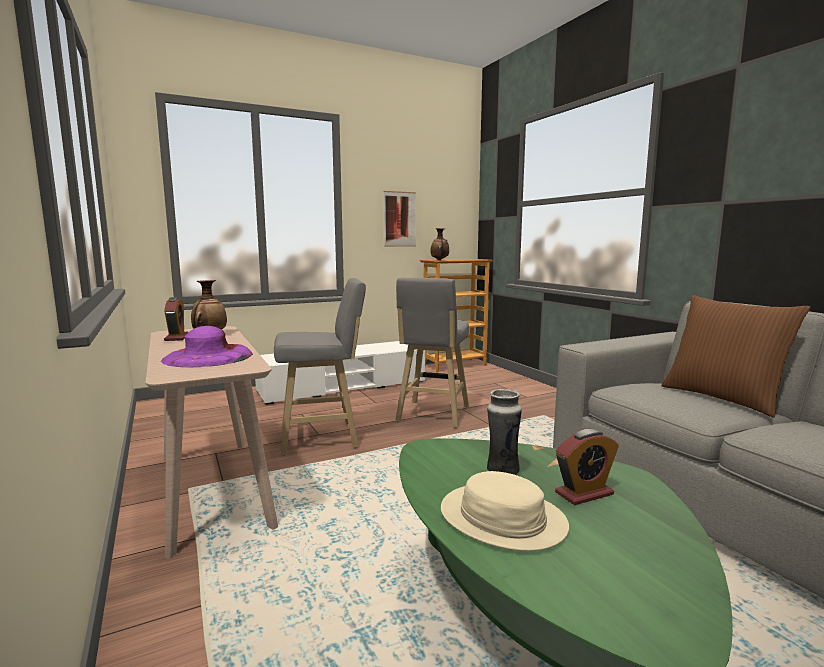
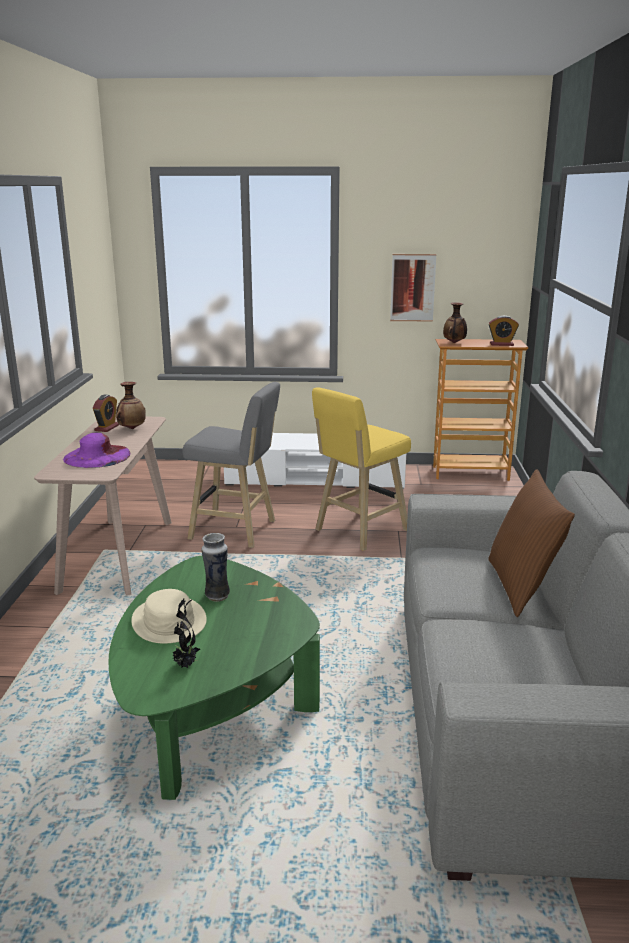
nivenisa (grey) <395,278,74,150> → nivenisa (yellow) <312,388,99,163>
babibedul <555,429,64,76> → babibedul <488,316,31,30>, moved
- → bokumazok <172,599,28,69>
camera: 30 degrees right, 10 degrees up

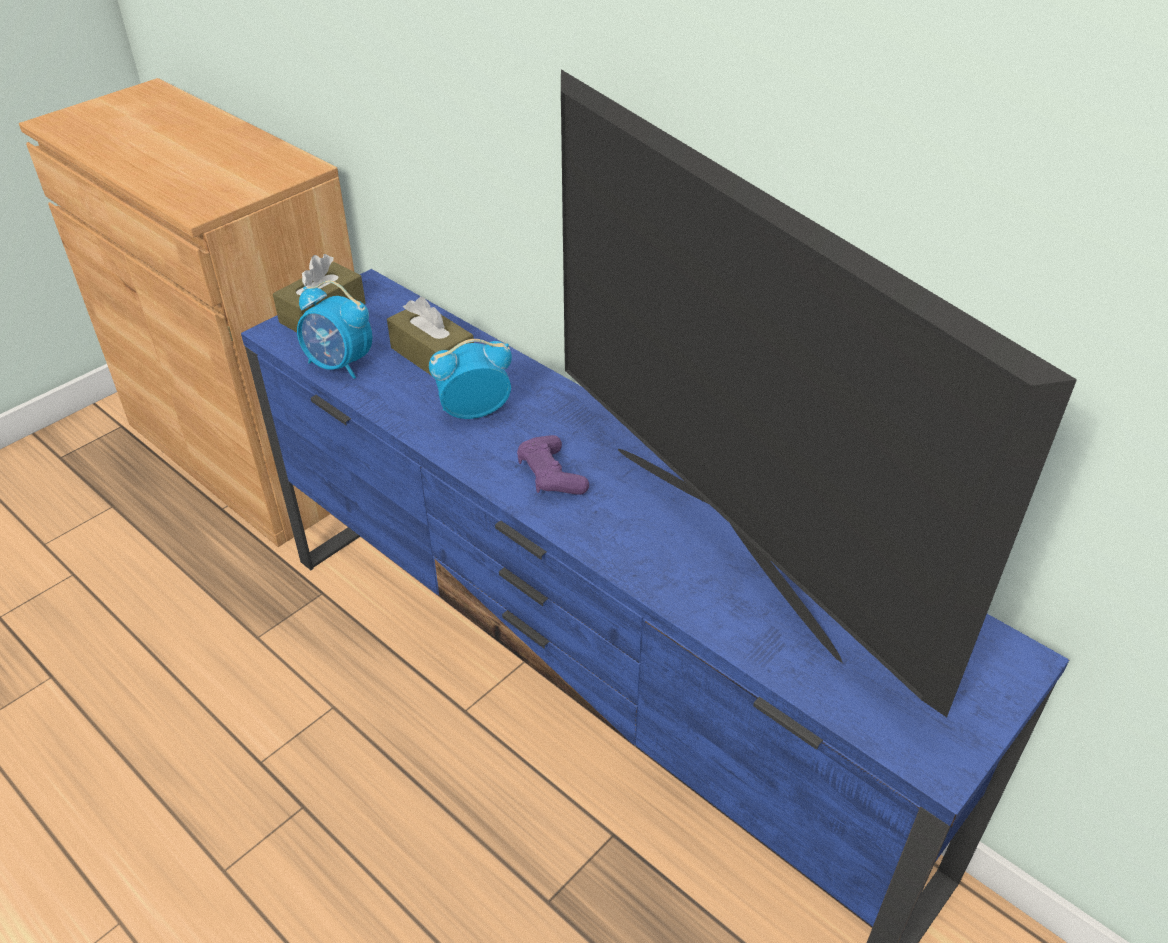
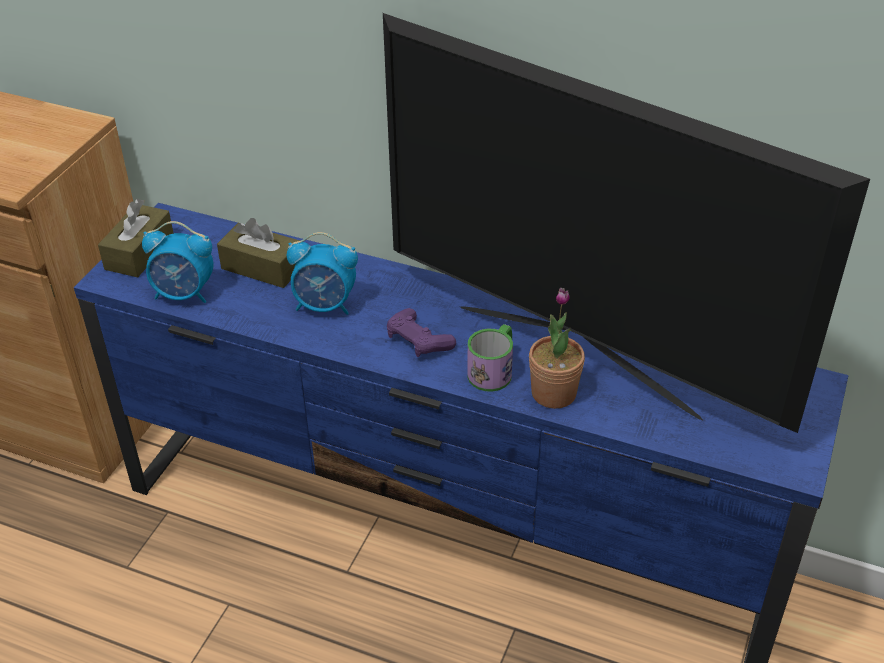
babibedul <429,339,83,80> → babibedul <287,232,71,83>, 135 degrees counterclockwise
- → bokumazok <529,288,56,121>
- → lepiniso <467,324,46,68>
camera: 20 degrees left, 0 degrees up

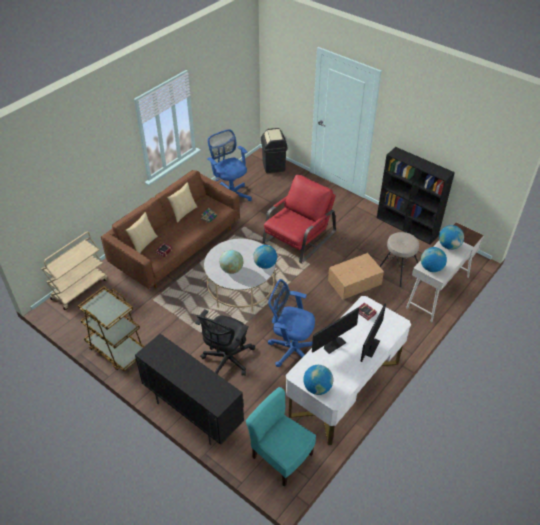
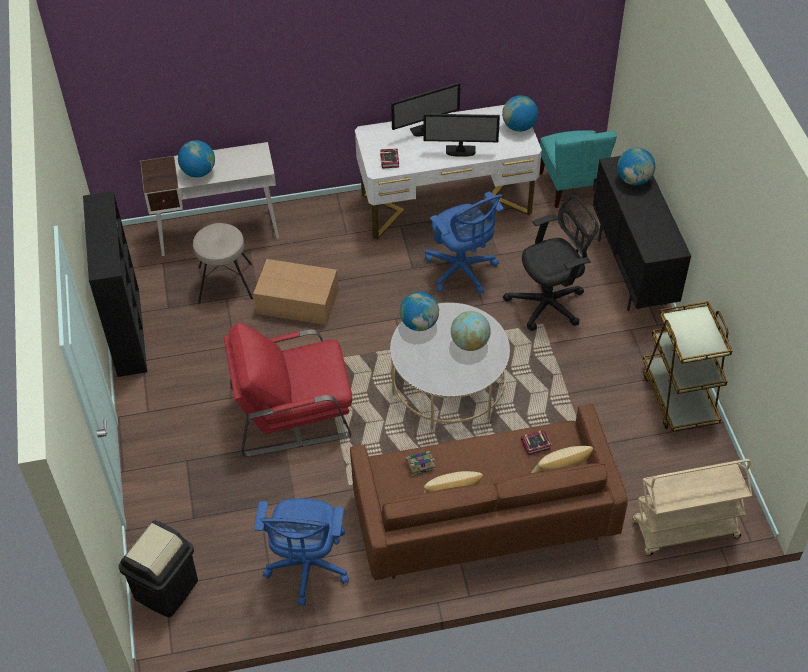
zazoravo <421,247,26,25> → zazoravo <617,148,38,37>, moved
camera: 140 degrees left, 5 degrees up

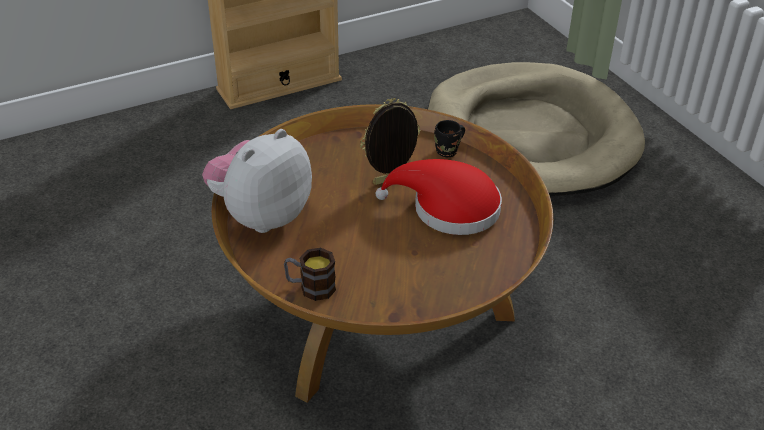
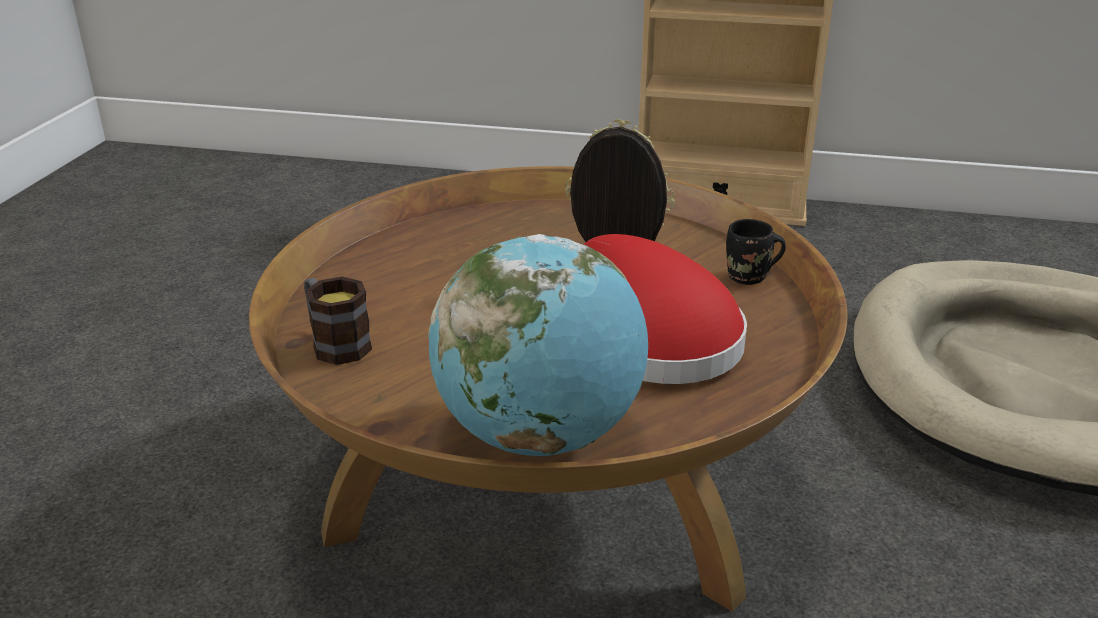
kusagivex <202,129,110,104> → -
- → zazoravo <428,234,220,222>
camera: 40 degrees right, 10 degrees down

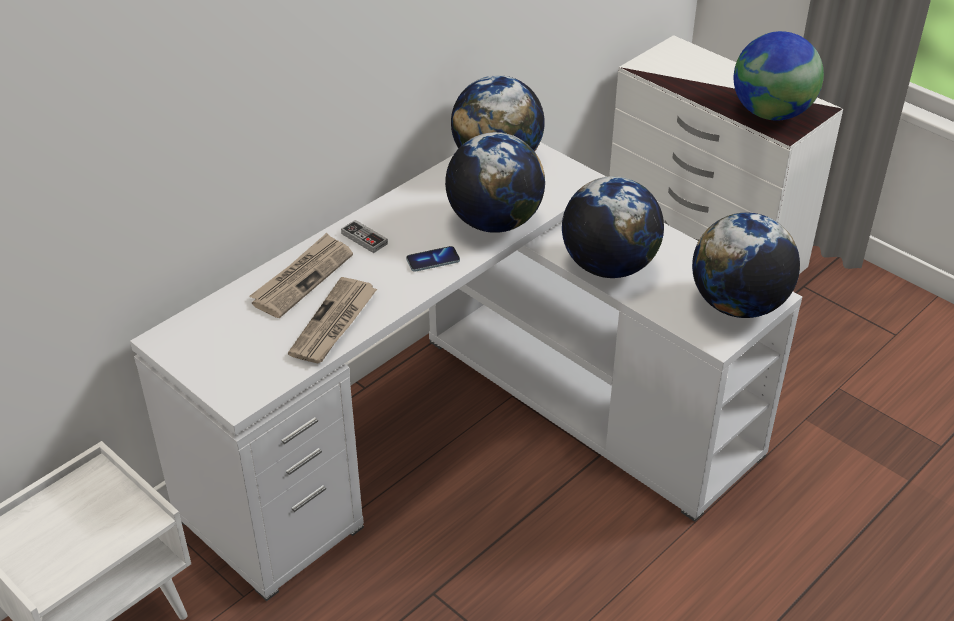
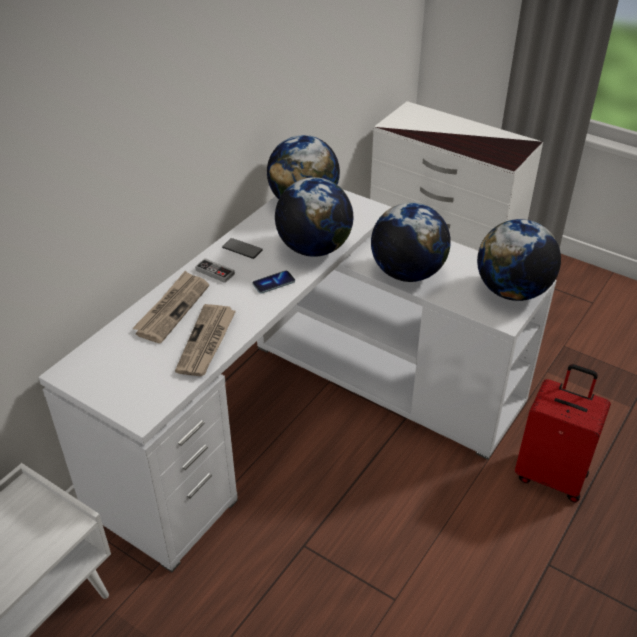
zazoravo <734,31,90,90> → -
- → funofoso <222,238,41,21>
- → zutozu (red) <515,364,96,138>
camera: 10 degrees left, 0 degrees up

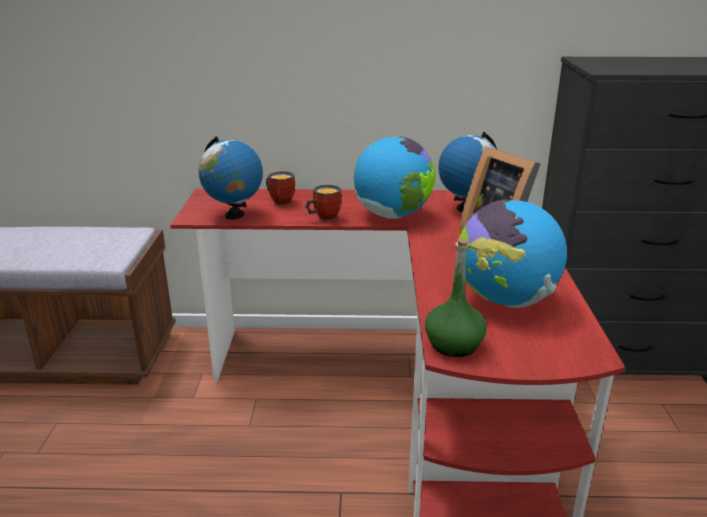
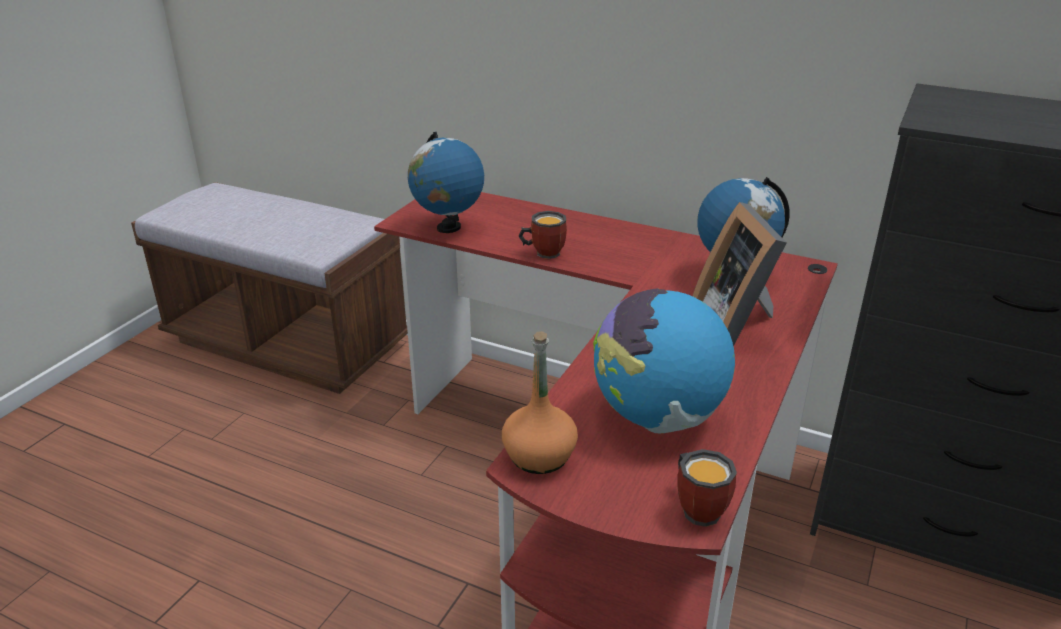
zazoravo <354,136,81,83> → -
lepiniso <266,171,29,35> → lepiniso <677,449,60,78>, moved
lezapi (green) <425,237,62,120> → lezapi (orange) <502,331,76,143>
camera: 25 degrees right, 5 degrees up

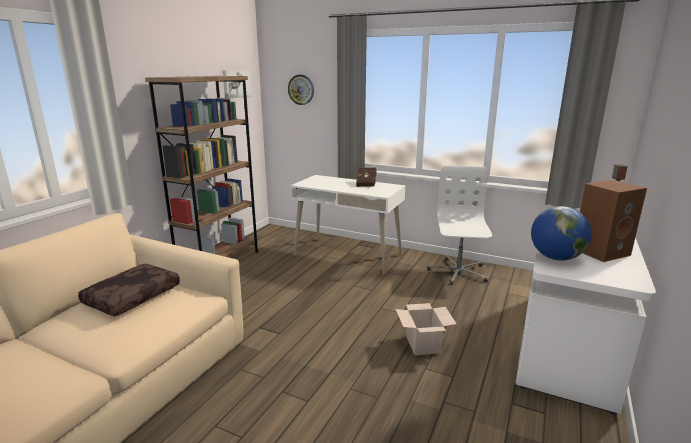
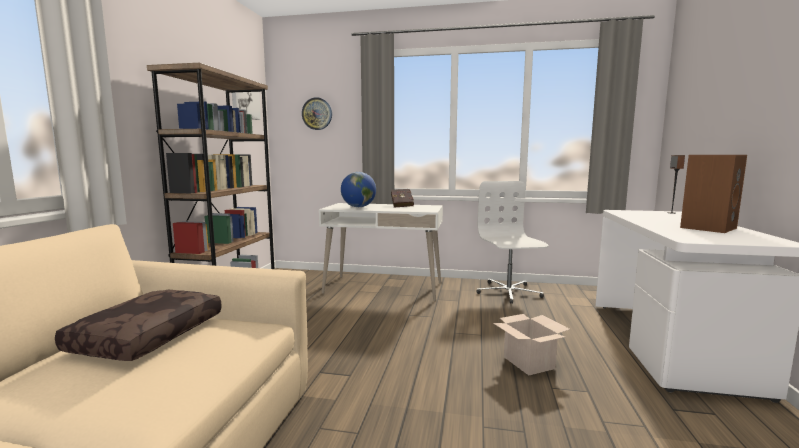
zazoravo <531,206,61,55> → zazoravo <341,172,35,35>, moved
camera: 15 degrees left, 10 degrees down

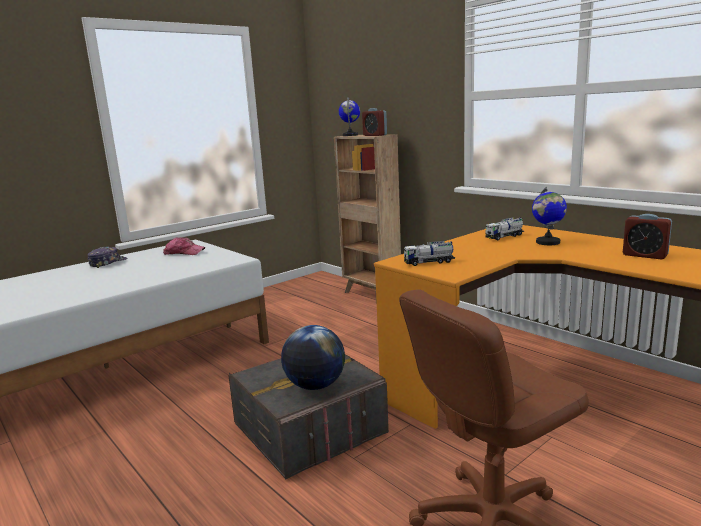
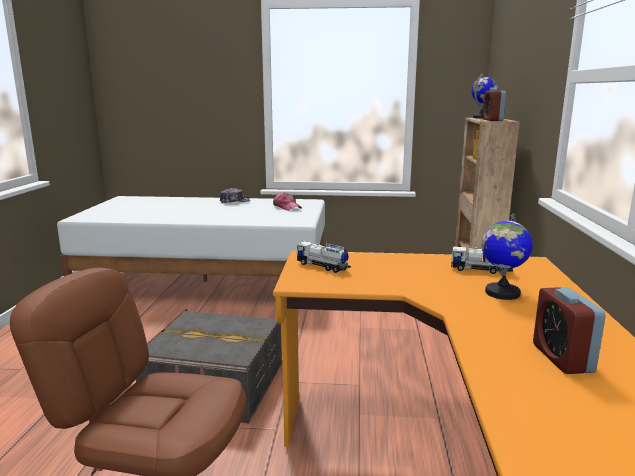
zazoravo <281,325,64,65> → -
camera: 45 degrees right, 0 degrees up

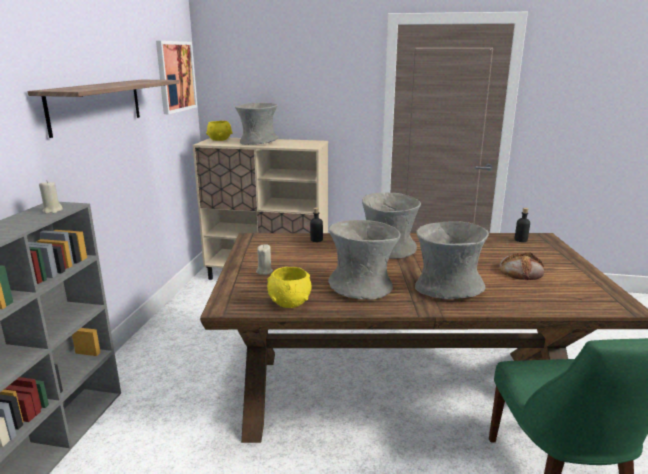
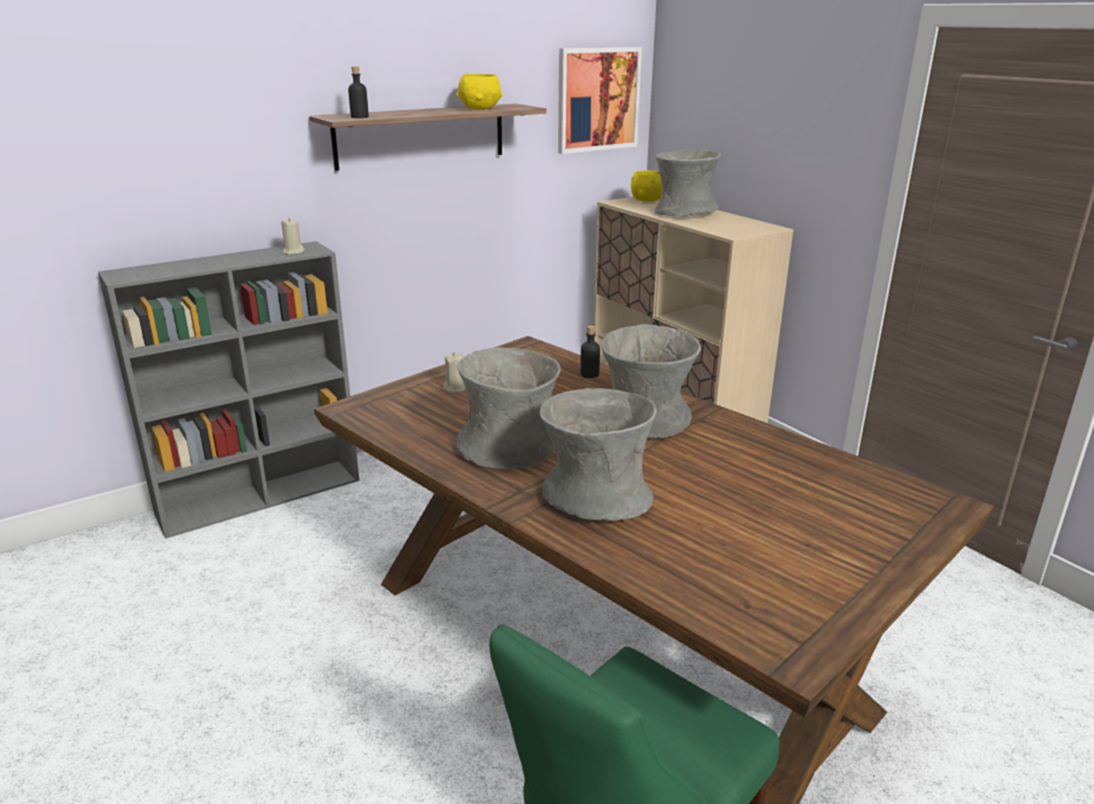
lezapi (black) <515,208,15,34> → lezapi (black) <348,66,21,52>, moved
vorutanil <500,253,44,27> → -
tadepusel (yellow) <267,267,45,41> → tadepusel (yellow) <456,74,47,36>, moved
camera: 45 degrees right, 5 degrees up

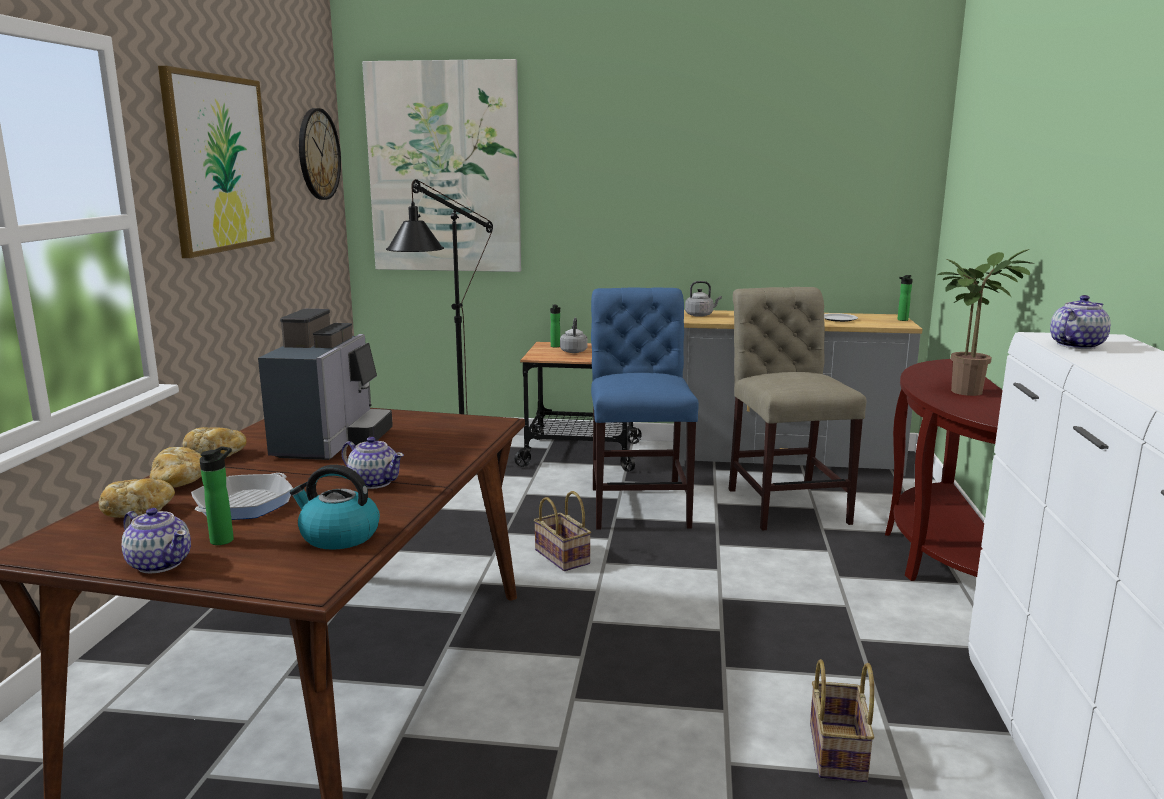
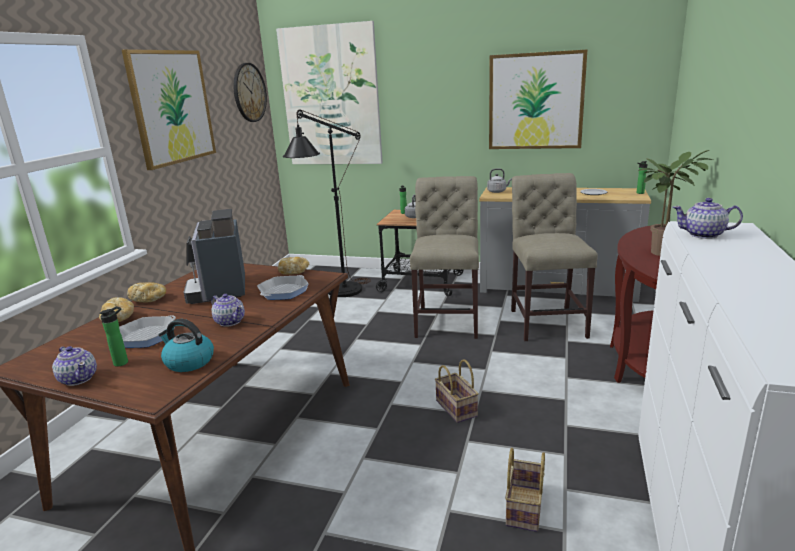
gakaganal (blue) <591,287,108,243> → gakaganal (beige) <410,176,69,163>
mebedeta <1050,295,61,54> → mebedeta <673,198,70,41>, 135 degrees counterclockwise
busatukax <258,309,135,151> → busatukax <184,209,61,95>, 150 degrees clockwise
vorutanil <99,479,76,39> → vorutanil <278,257,31,18>, moved
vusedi <534,491,57,80> → vusedi <435,359,44,64>, moved
- → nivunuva <489,50,98,99>
- → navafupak <257,275,52,25>
camera: 10 degrees right, 5 degrees up

